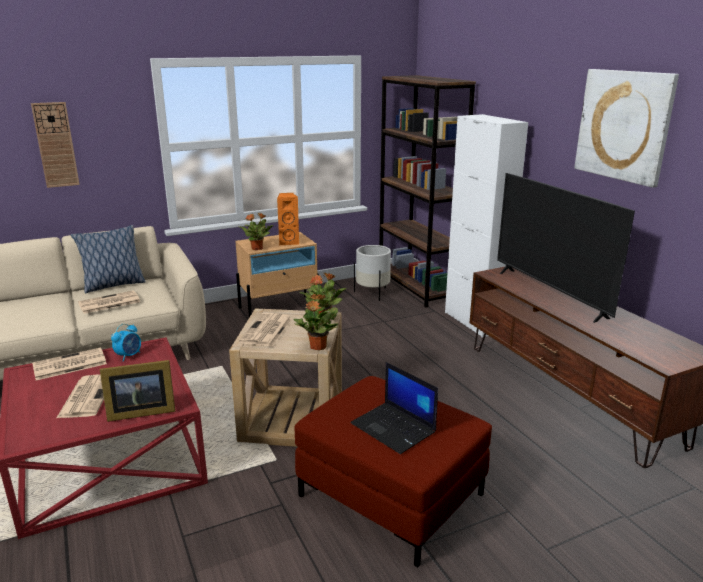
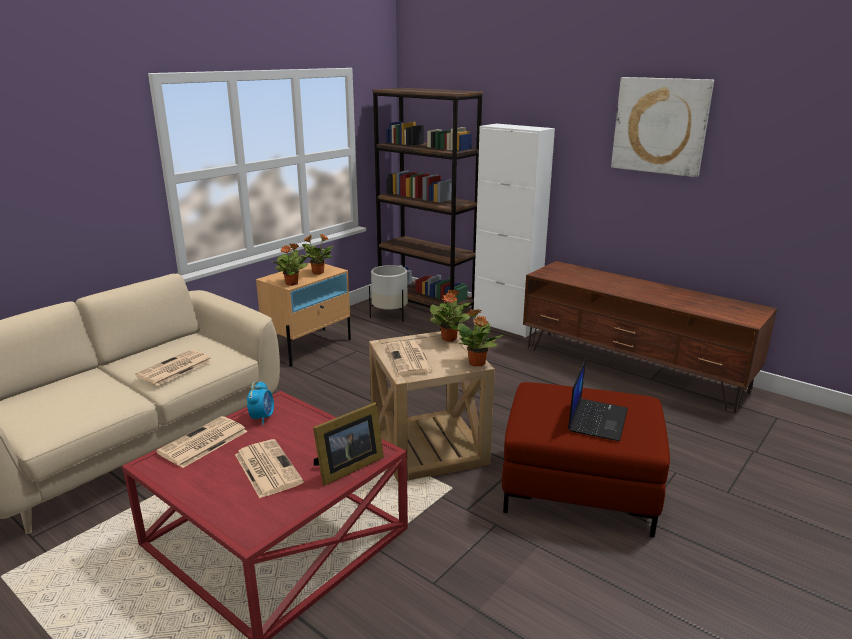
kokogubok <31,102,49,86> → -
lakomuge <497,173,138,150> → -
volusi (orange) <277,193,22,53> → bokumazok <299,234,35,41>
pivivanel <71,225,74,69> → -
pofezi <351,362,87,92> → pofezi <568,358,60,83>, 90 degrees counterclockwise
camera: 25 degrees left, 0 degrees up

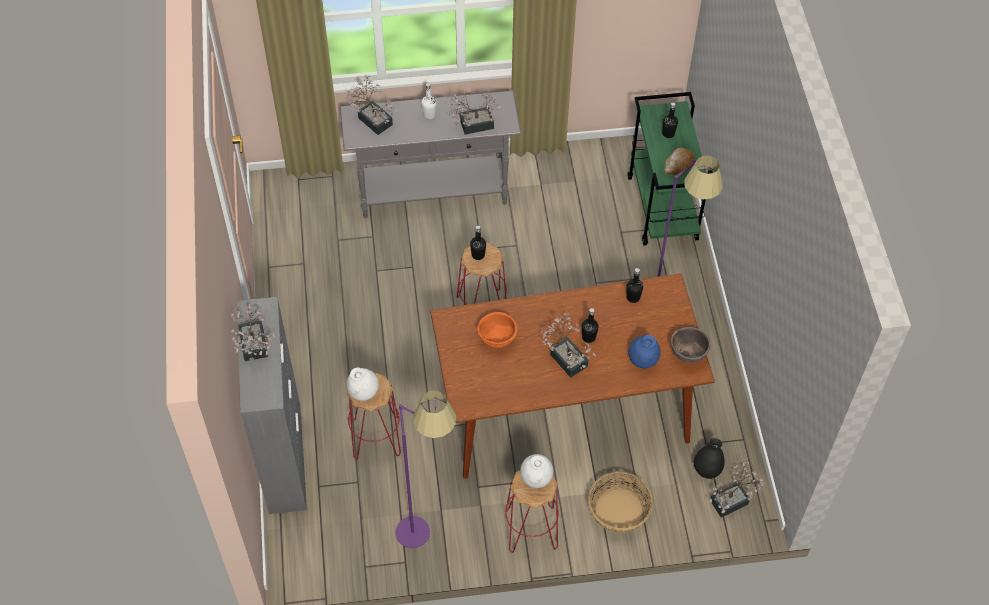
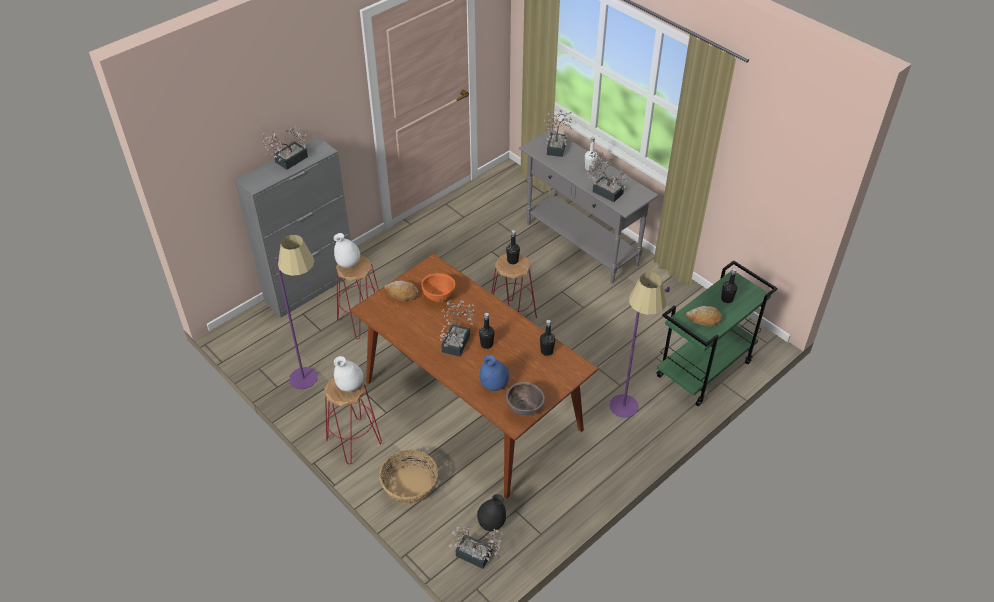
- → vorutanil <384,280,35,21>
camera: 55 degrees right, 10 degrees down

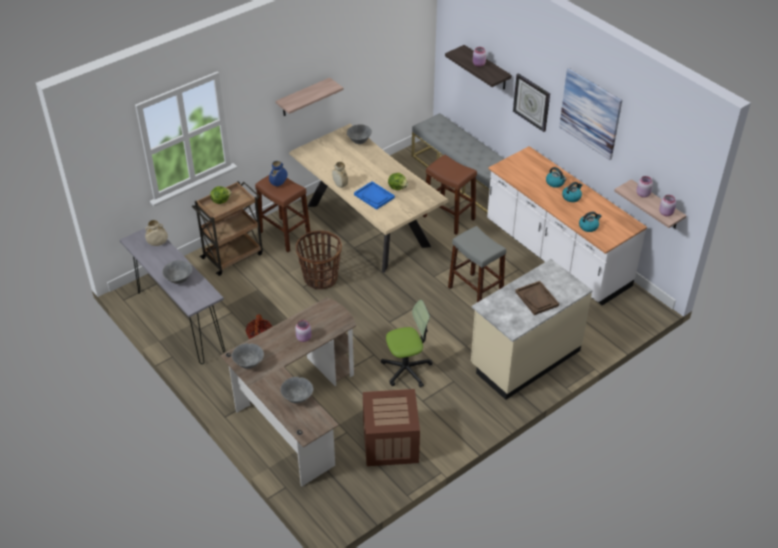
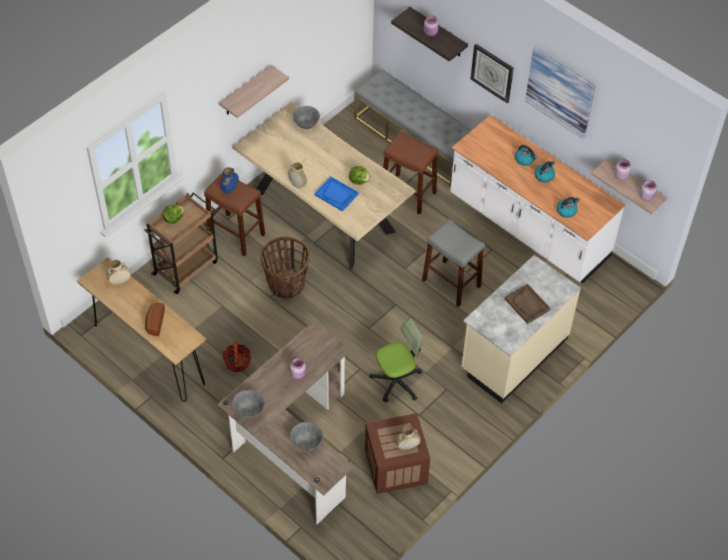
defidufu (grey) <120,228,105,136> → defidufu (brown) <77,257,129,145>
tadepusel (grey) <162,260,31,24> → vorutanil <145,303,20,33>
- → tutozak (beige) <396,426,24,23>
camera: 10 degrees left, 10 degrees up

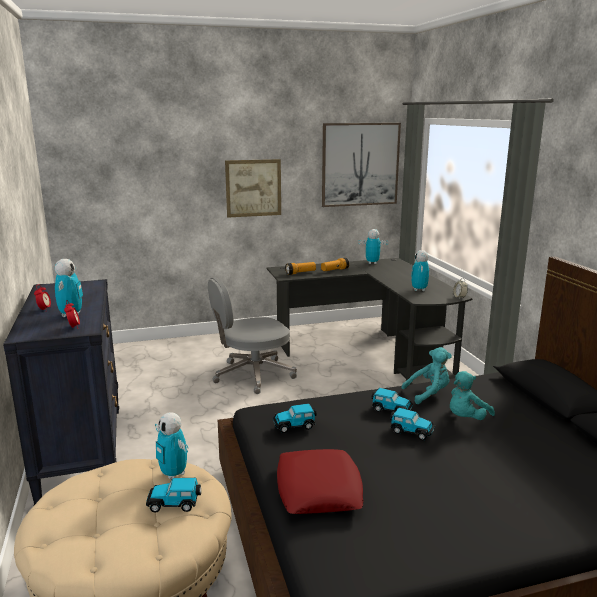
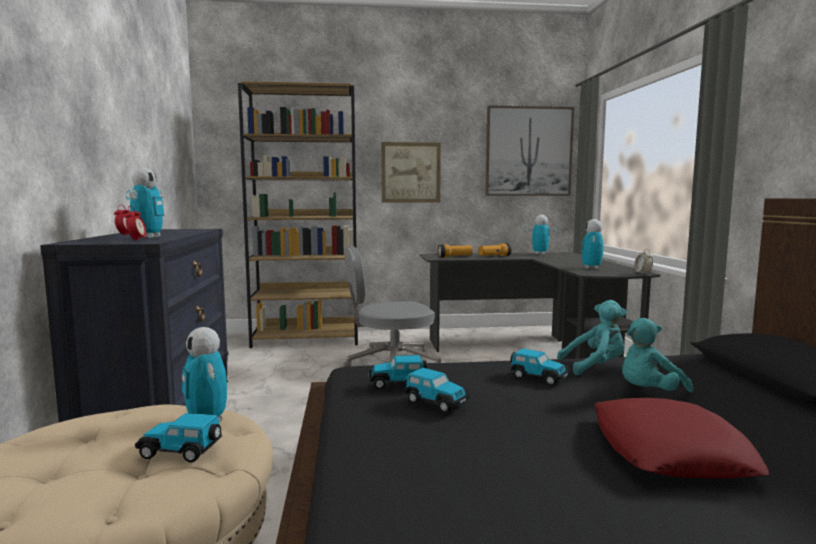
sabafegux <390,408,45,32> → sabafegux <404,368,66,45>, moved
pivivanel (red) <277,449,87,65> → pivivanel (red) <595,398,175,81>, moved
- → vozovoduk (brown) <238,81,120,267>
camera: 10 degrees right, 10 degrees down

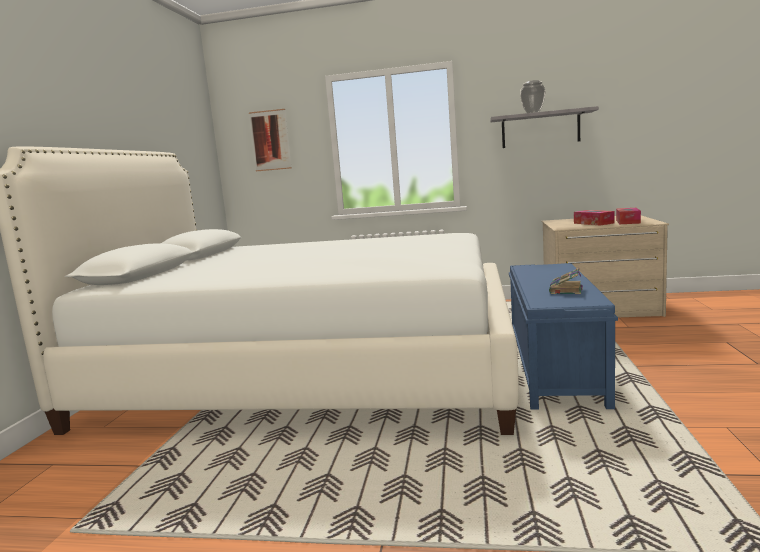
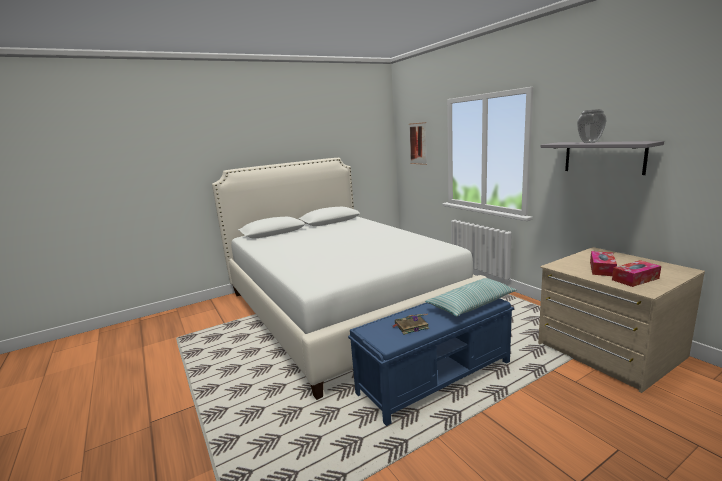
- → pivivanel <425,278,92,39>
camera: 50 degrees right, 5 degrees up

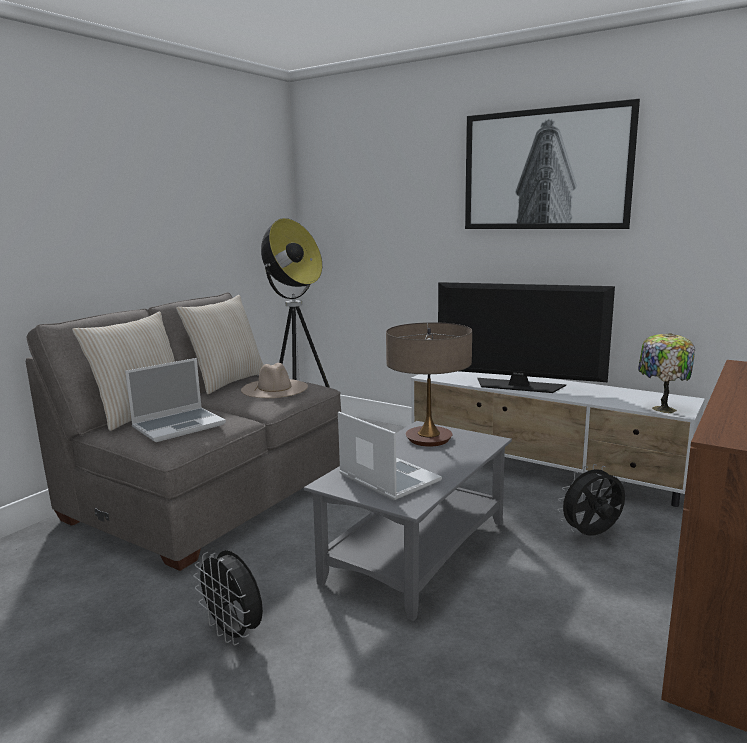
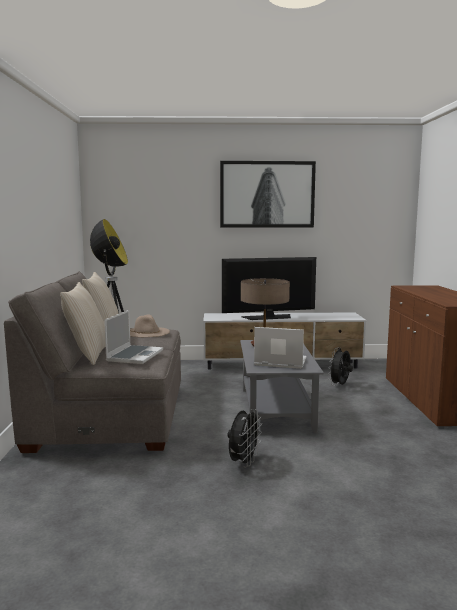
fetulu <638,333,57,80> → -
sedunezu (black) <193,550,70,95> → sedunezu (black) <228,409,34,59>, 75 degrees counterclockwise
camera: 35 degrees left, 5 degrees down

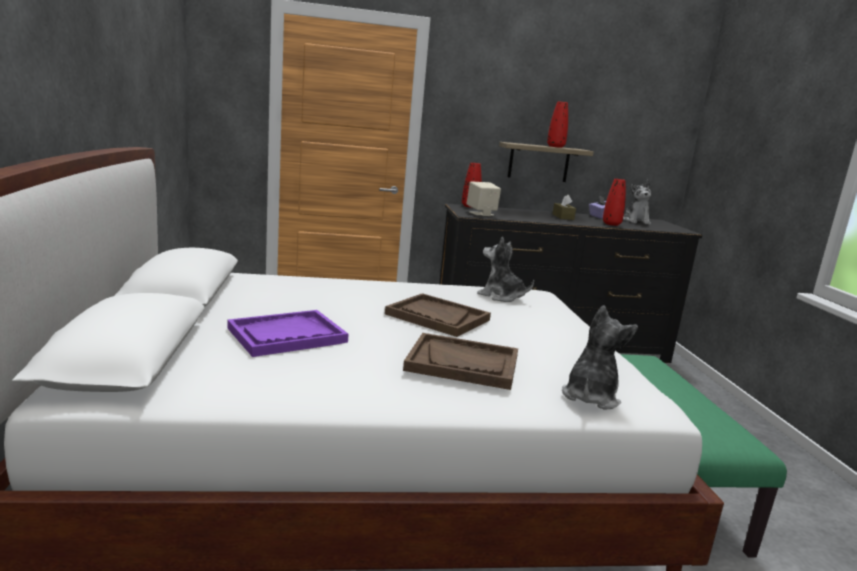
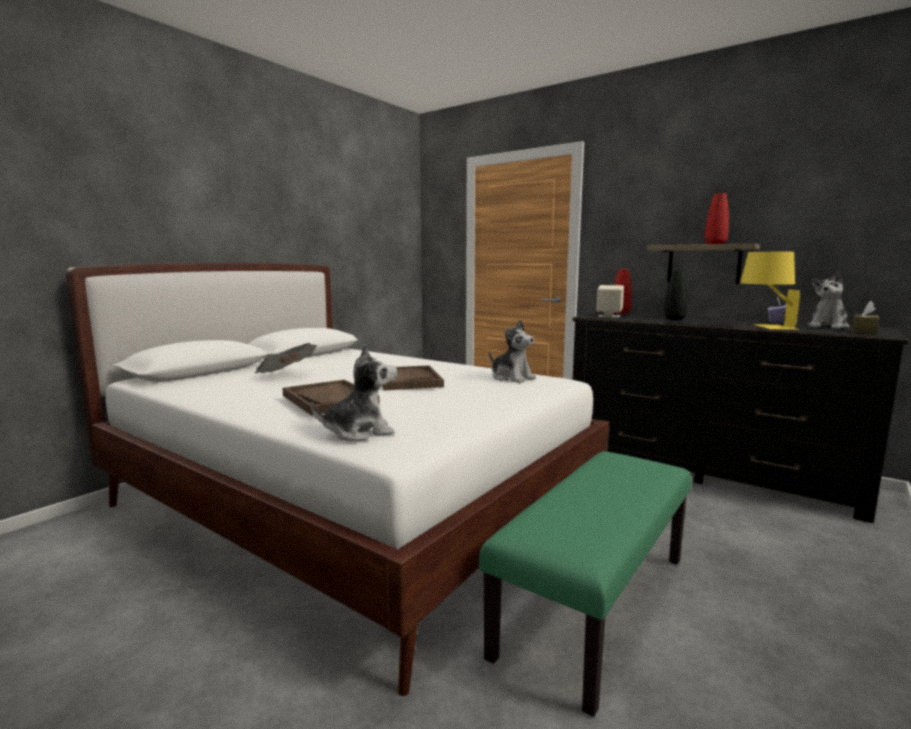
tutozak (red) <603,179,23,47> → fetulu (yellow) <740,252,60,78>
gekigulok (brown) <553,195,23,25> → gekigulok (brown) <852,301,28,34>, moved
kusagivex <477,236,57,66> → kusagivex <489,320,47,63>, 150 degrees clockwise
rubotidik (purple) <228,310,121,47> → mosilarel <254,343,63,30>
- → tutozak (black) <664,270,24,50>
camera: 45 degrees right, 5 degrees down

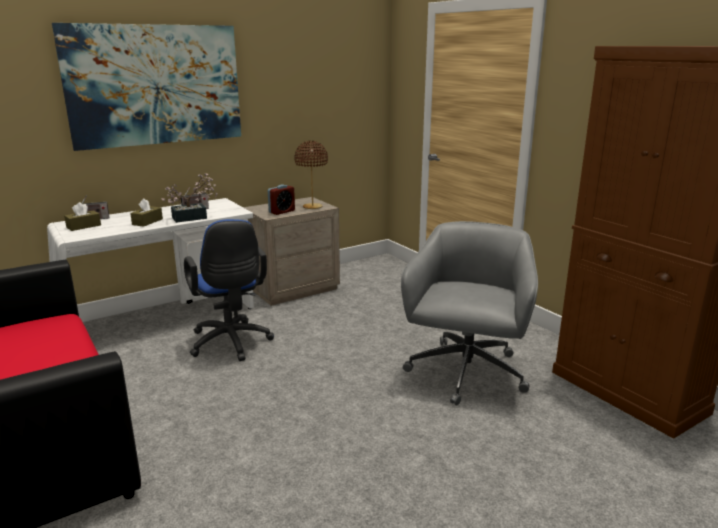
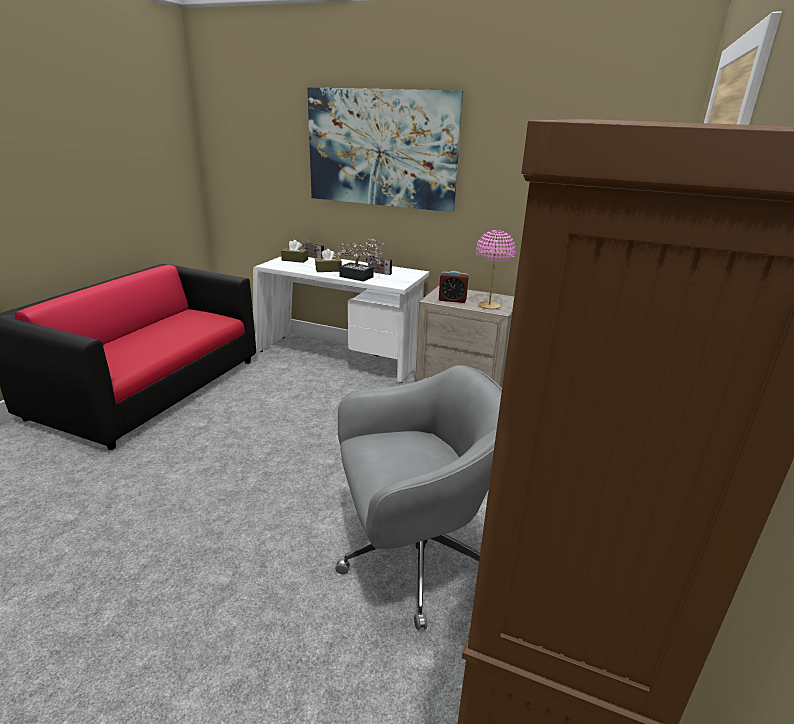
fetulu (brown) <294,141,34,68> → fetulu (pink) <476,230,40,79>
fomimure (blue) <184,219,90,142> → -
camera: 55 degrees right, 5 degrees up

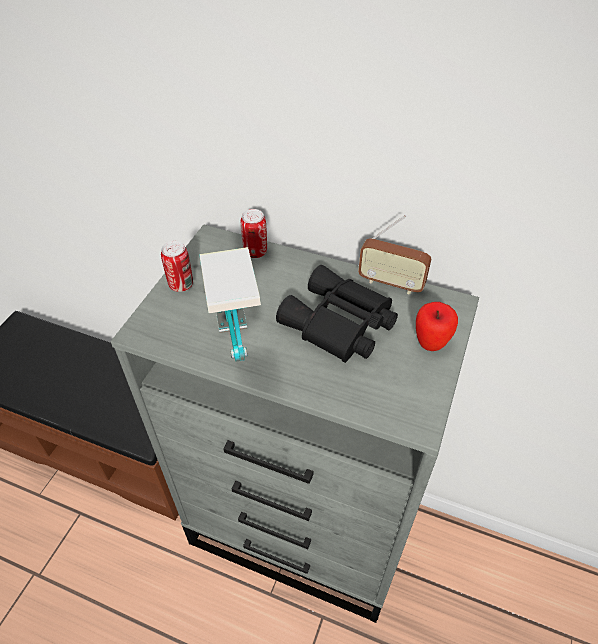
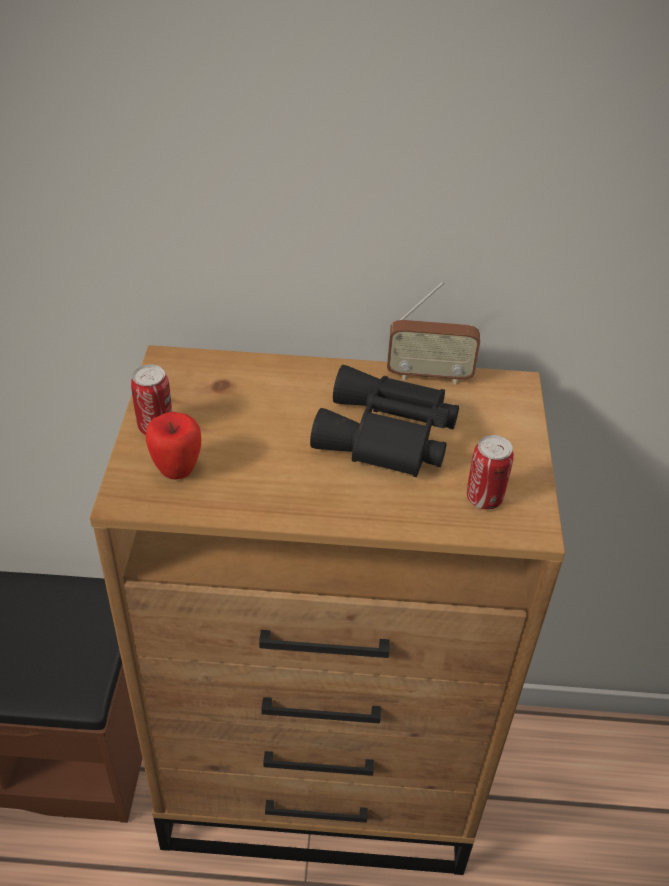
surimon <241,209,26,49> → surimon <467,435,47,75>, moved
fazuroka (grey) <111,225,368,398> → fazuroka (brown) <90,345,475,530>
fetulu <199,247,62,115> → -
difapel <416,302,42,49> → difapel <146,412,55,67>, moved
camera: 20 degrees left, 5 degrees down

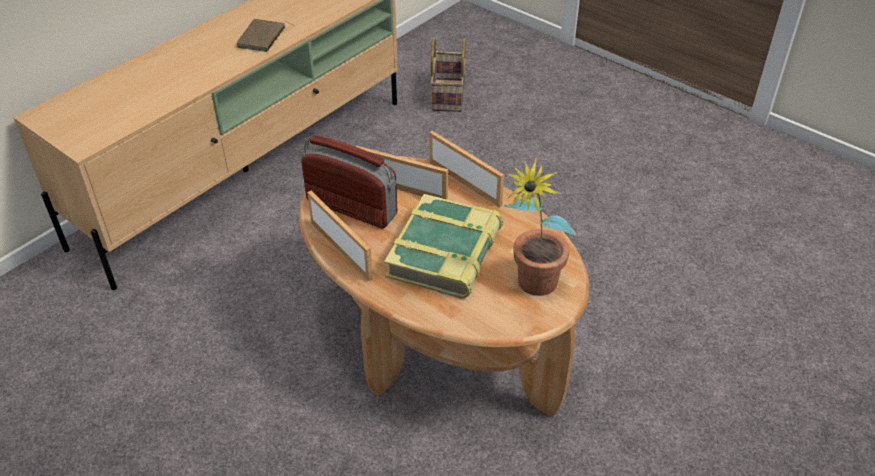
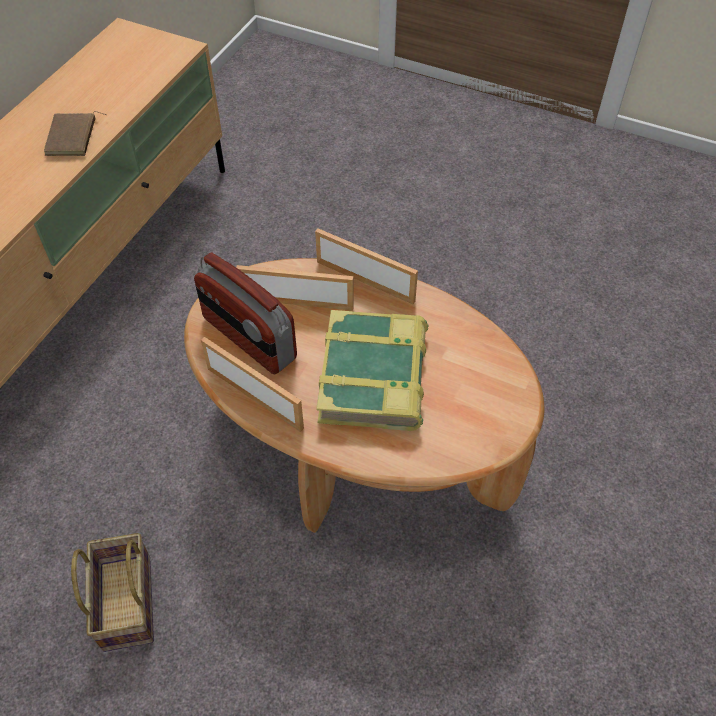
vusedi <430,37,36,75> → vusedi <71,533,83,119>, moved
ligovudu <301,135,96,94> → ligovudu <194,253,103,121>, 150 degrees counterclockwise
bokumazok <504,158,72,138> → -
camera: 15 degrees left, 10 degrees up

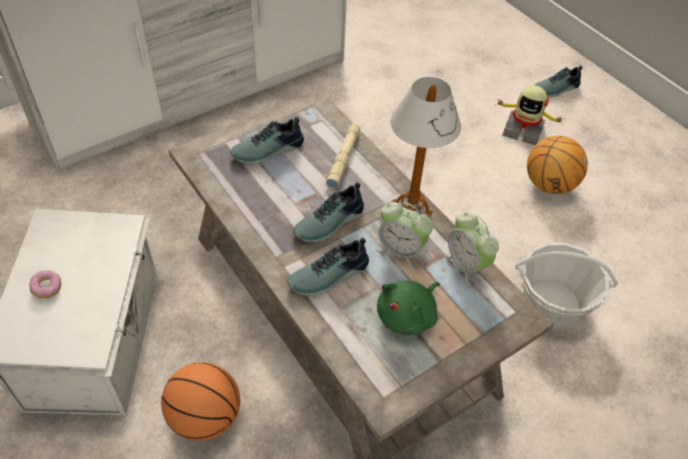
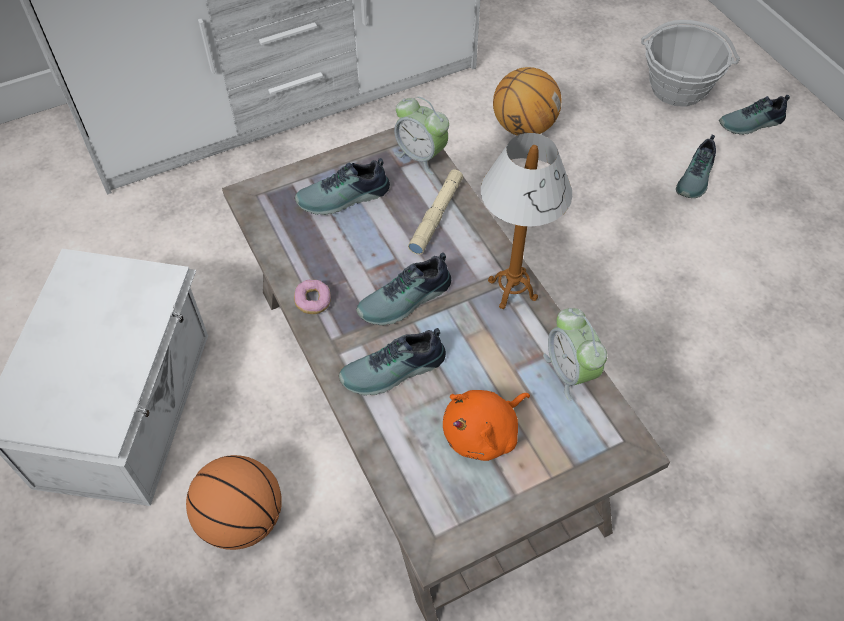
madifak <495,85,70,60> → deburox <676,135,40,63>
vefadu <527,136,61,58> → vefadu <493,67,68,69>, moved
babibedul <376,202,57,67> → babibedul <394,97,55,78>, moved
vusedi <515,243,103,83> → vusedi <641,20,99,87>, moved
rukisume <29,270,32,28> → rukisume <294,280,37,34>, moved
kusagivex (green) <377,280,63,55> → kusagivex (orange) <443,390,87,71>
camera: 10 degrees right, 5 degrees up

